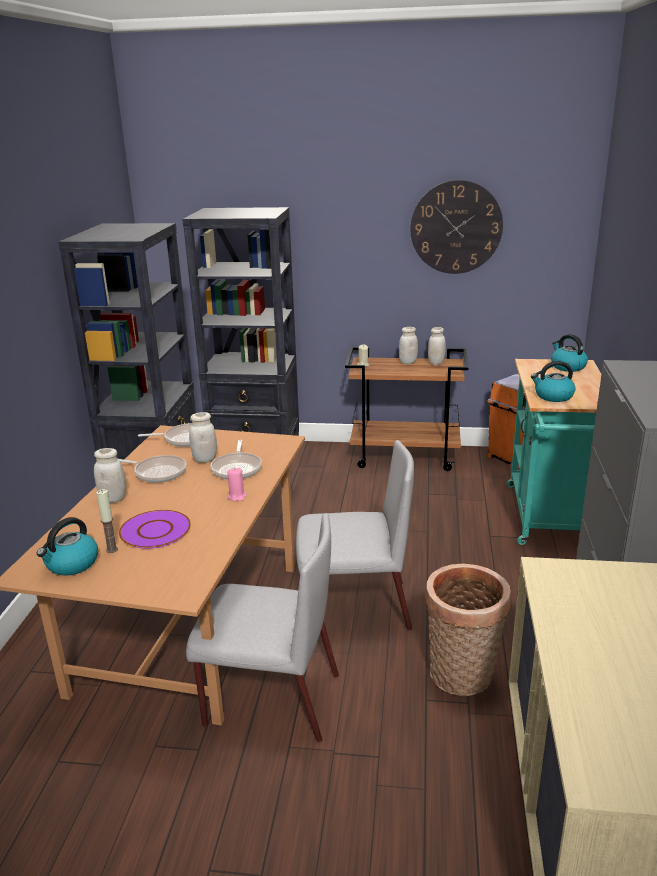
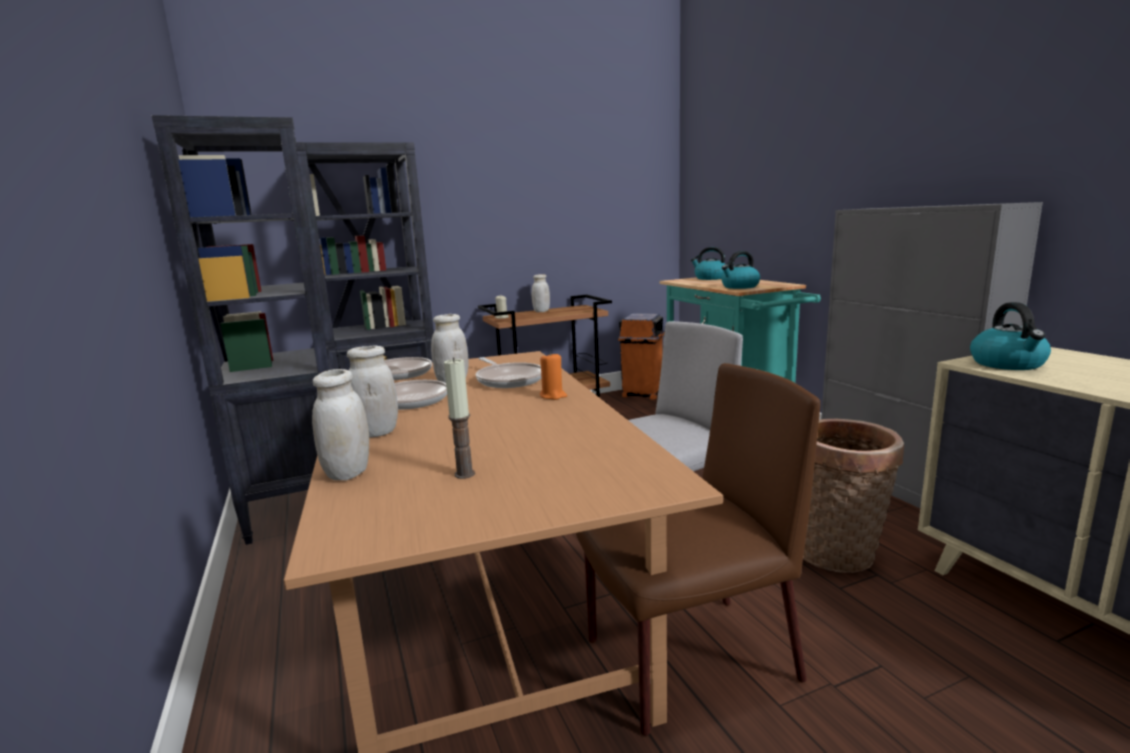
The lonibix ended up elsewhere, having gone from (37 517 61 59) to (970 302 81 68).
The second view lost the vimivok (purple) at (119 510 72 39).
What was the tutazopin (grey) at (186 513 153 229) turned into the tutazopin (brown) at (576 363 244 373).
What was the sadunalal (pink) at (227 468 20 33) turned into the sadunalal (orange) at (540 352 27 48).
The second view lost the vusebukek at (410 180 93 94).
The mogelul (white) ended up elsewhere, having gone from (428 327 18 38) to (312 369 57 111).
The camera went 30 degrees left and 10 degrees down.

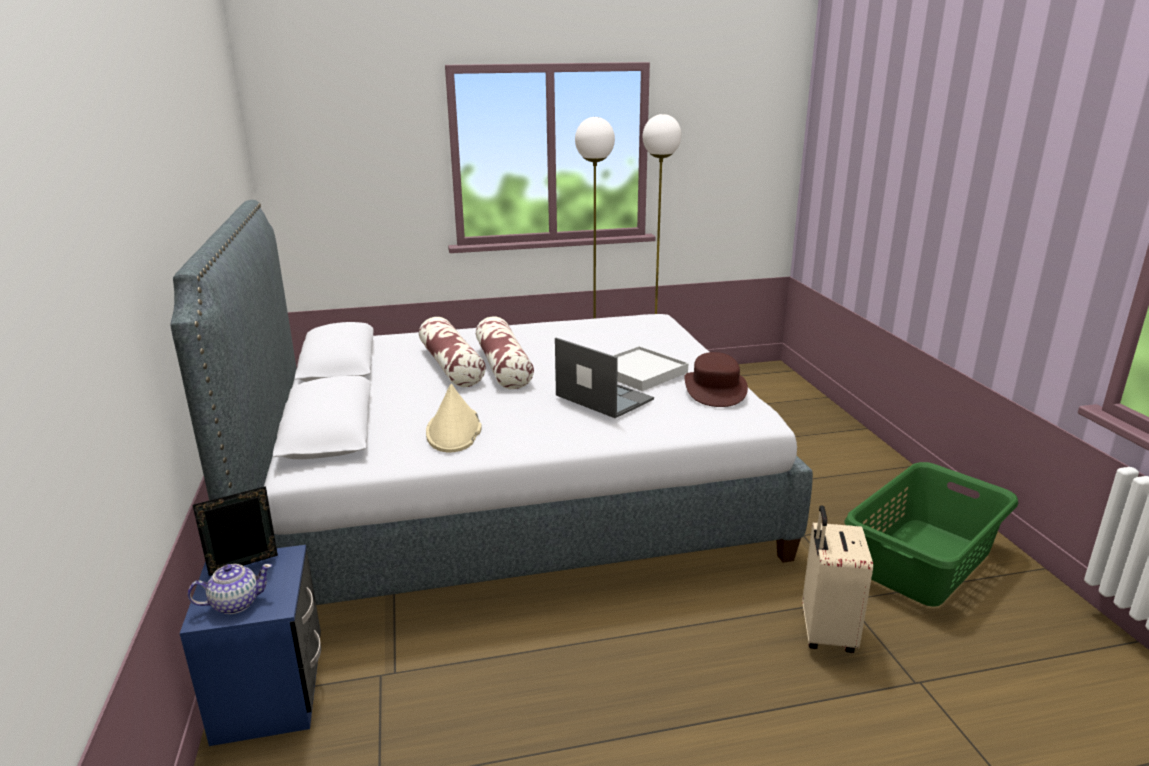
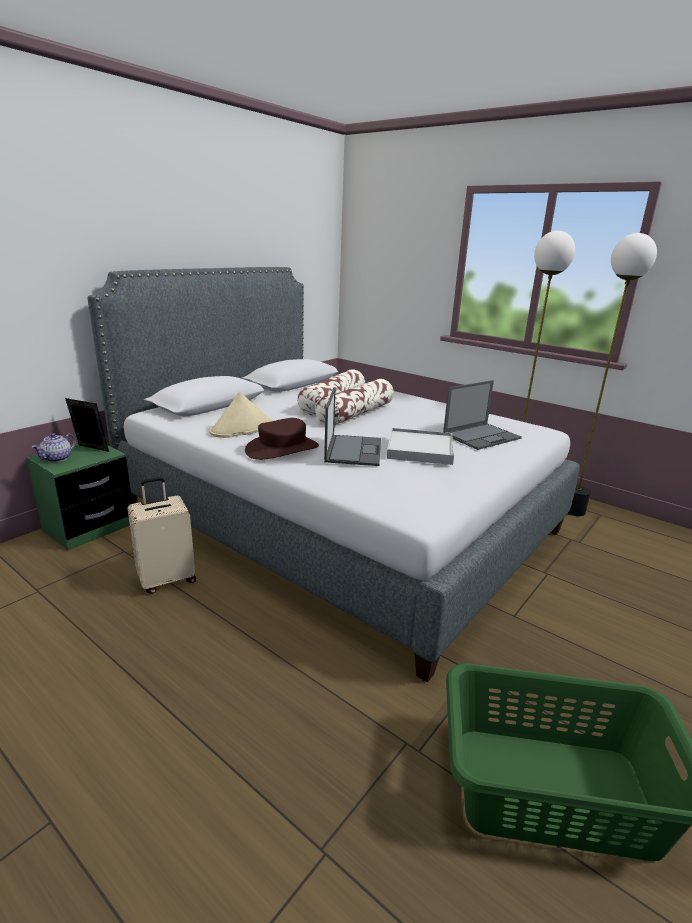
What was the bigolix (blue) at (180 545 141 201) turned into the bigolix (green) at (27 444 105 106).
The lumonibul at (188 564 84 50) ended up facing another way, 90 degrees clockwise from before.
The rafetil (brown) ended up elsewhere, having gone from (684 352 64 55) to (245 418 74 42).
The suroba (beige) ended up elsewhere, having gone from (802 505 71 148) to (127 477 69 117).
The second view gained the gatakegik at (443 380 79 70).
The camera went 50 degrees right and 0 degrees up.

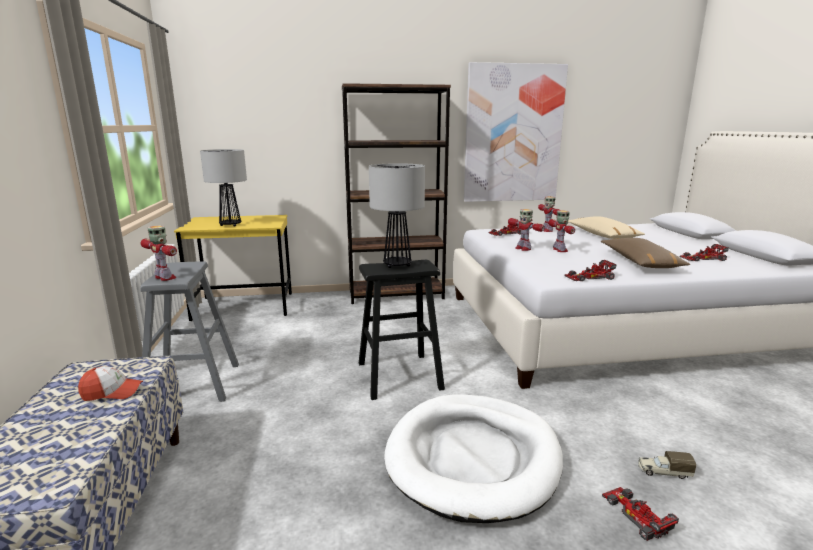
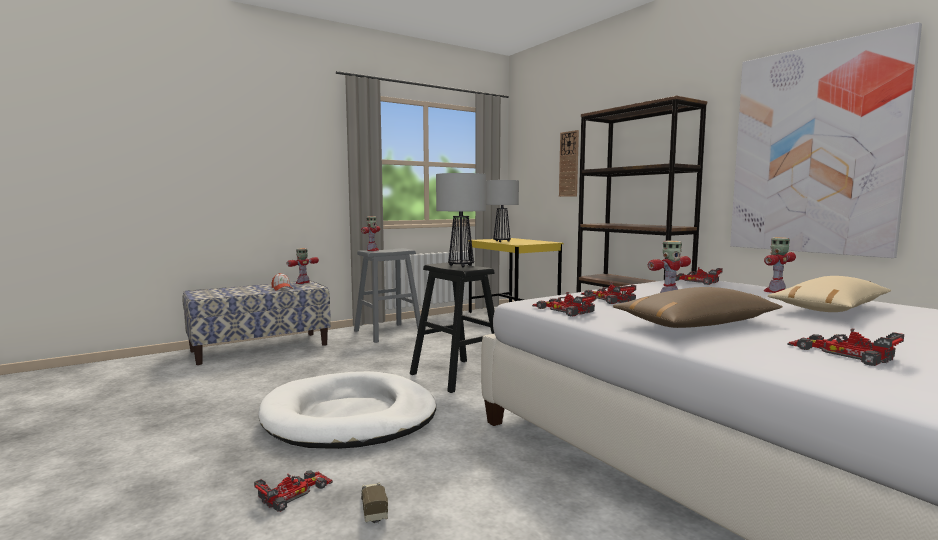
The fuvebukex ended up elsewhere, having gone from (508 209 37 42) to (287 248 32 36).
The second view gained the vusebukek at (559 130 20 67).
The second view gained the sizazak at (581 283 55 21).
The camera went 65 degrees right and 10 degrees down.

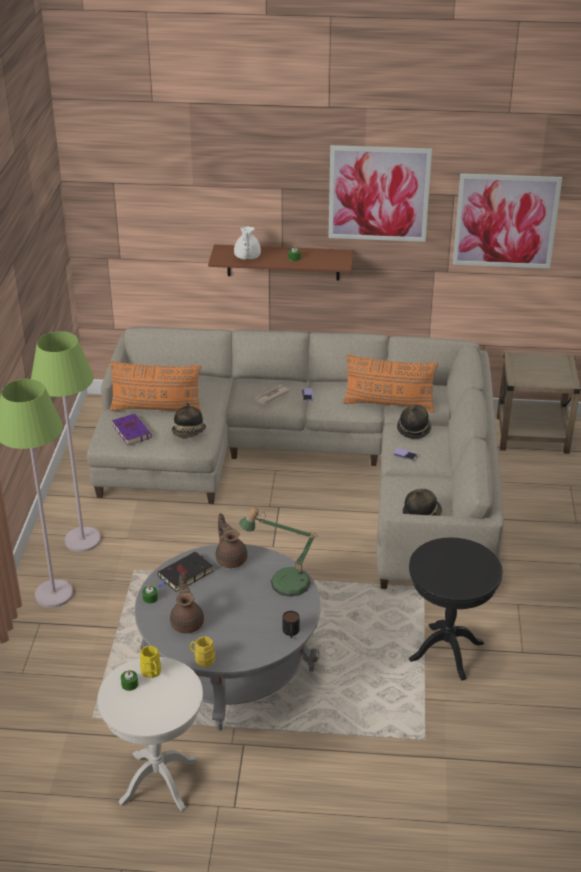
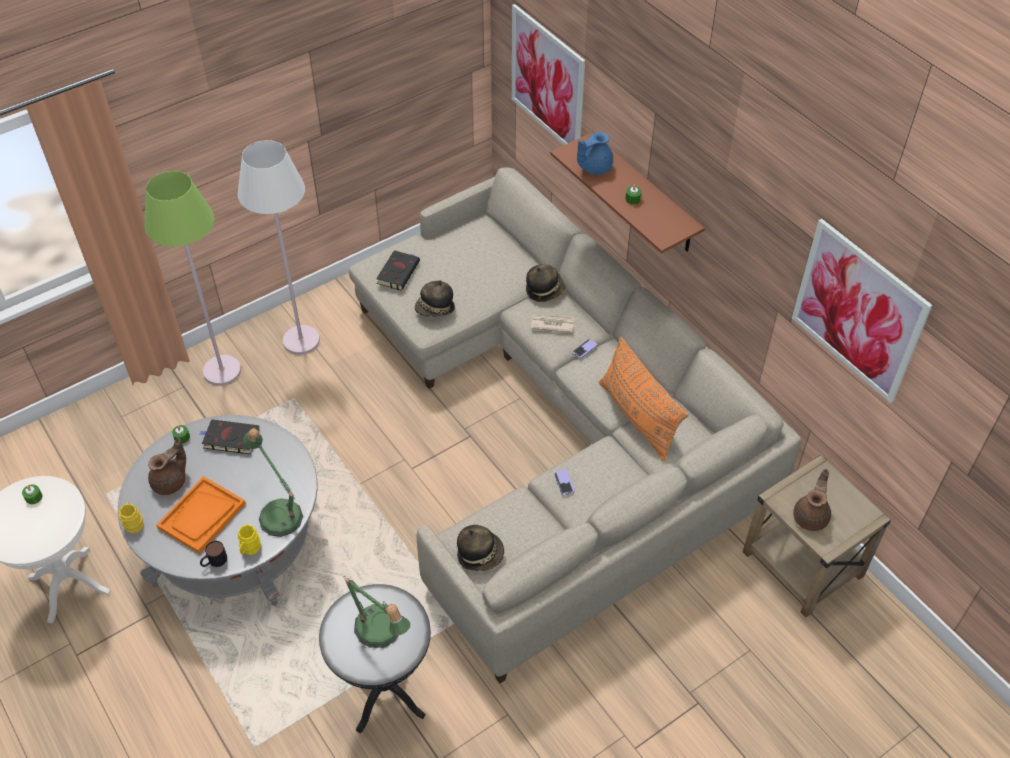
What was the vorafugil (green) at (31 331 70 221) turned into the vorafugil (white) at (238 140 82 215).
The second view lost the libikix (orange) at (109 361 93 53).
What was the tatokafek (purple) at (112 414 40 31) turned into the tatokafek (black) at (376 250 44 41).
The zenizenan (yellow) ended up elsewhere, having gone from (140 646 21 32) to (238 525 23 30).
The lumonibul (brown) ended up elsewhere, having gone from (216 513 32 55) to (793 469 38 62).
What was the lumonibul (white) at (234 226 27 34) turned into the lumonibul (blue) at (577 132 36 43).
The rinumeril ended up elsewhere, having gone from (328 145 104 97) to (512 4 73 141).
The rafetil ended up elsewhere, having gone from (397 405 35 34) to (526 264 39 38).
The second view gained the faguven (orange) at (157 476 89 78).
The second view gained the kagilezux at (344 576 67 72).
The camera went 50 degrees right and 15 degrees up.

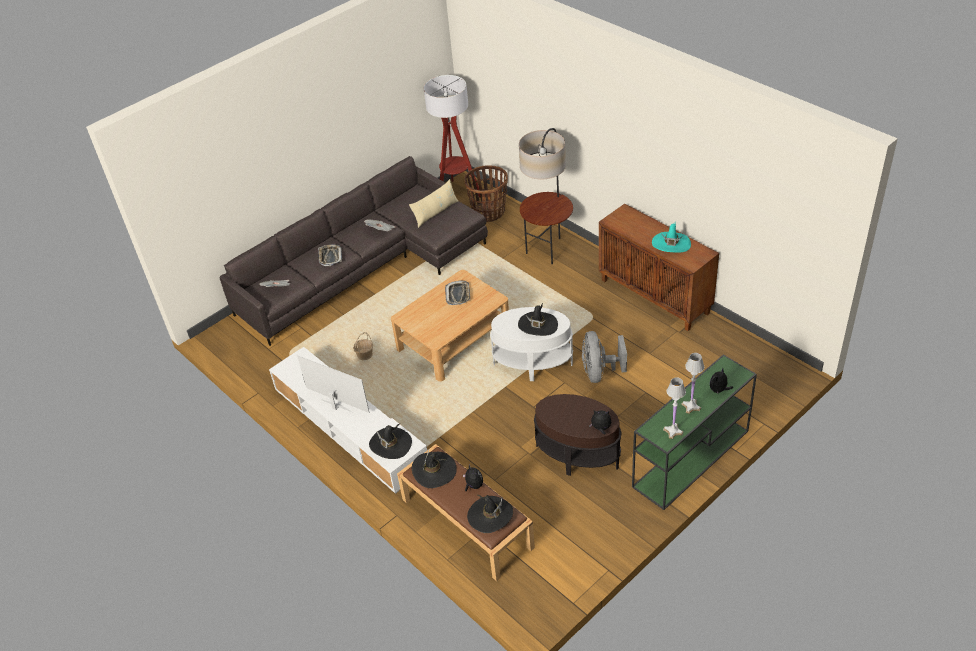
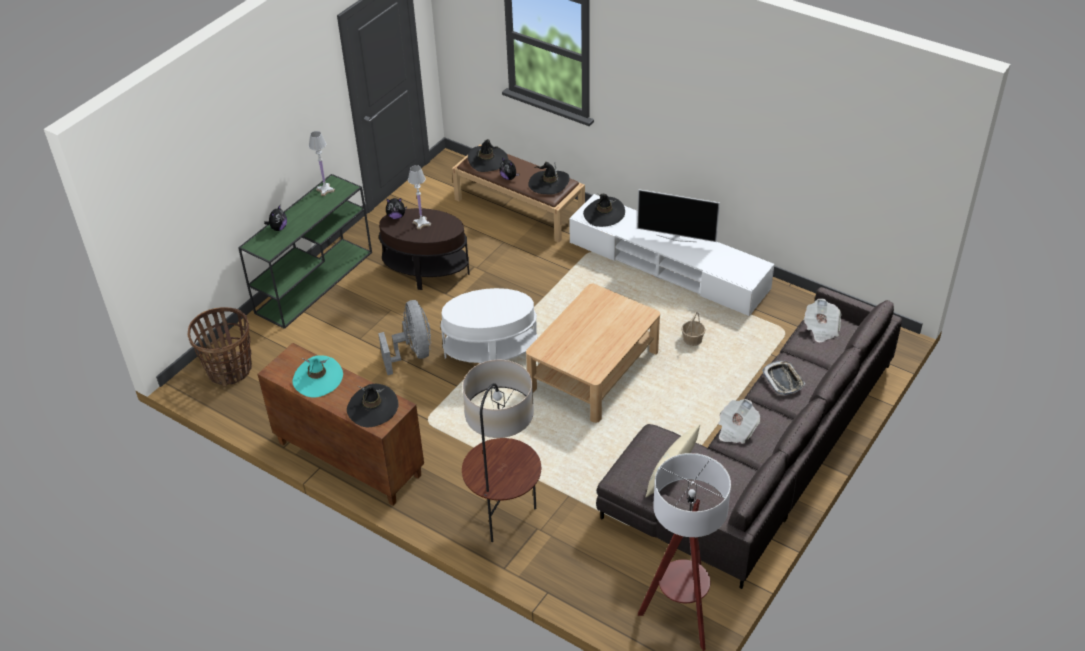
The second view lost the faguven at (445 280 25 25).
The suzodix ended up elsewhere, having gone from (464 165 44 57) to (188 307 64 79).
The rafetil (black) ended up elsewhere, having gone from (518 303 40 33) to (347 384 52 43).
The kagilezux (white) ended up elsewhere, having gone from (681 353 24 61) to (408 165 23 65).
The camera went 165 degrees right and 0 degrees up.

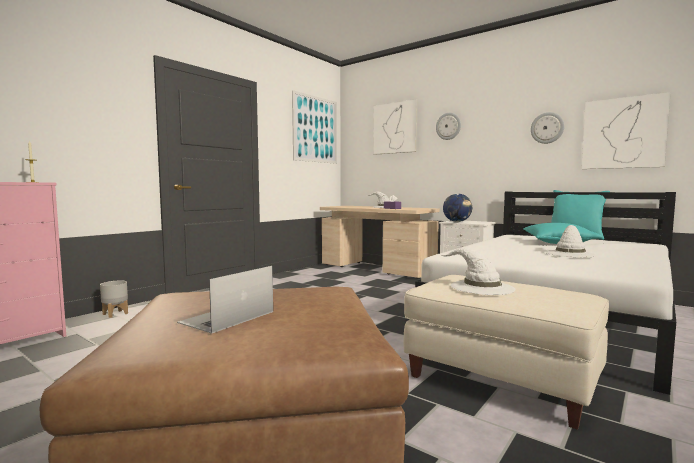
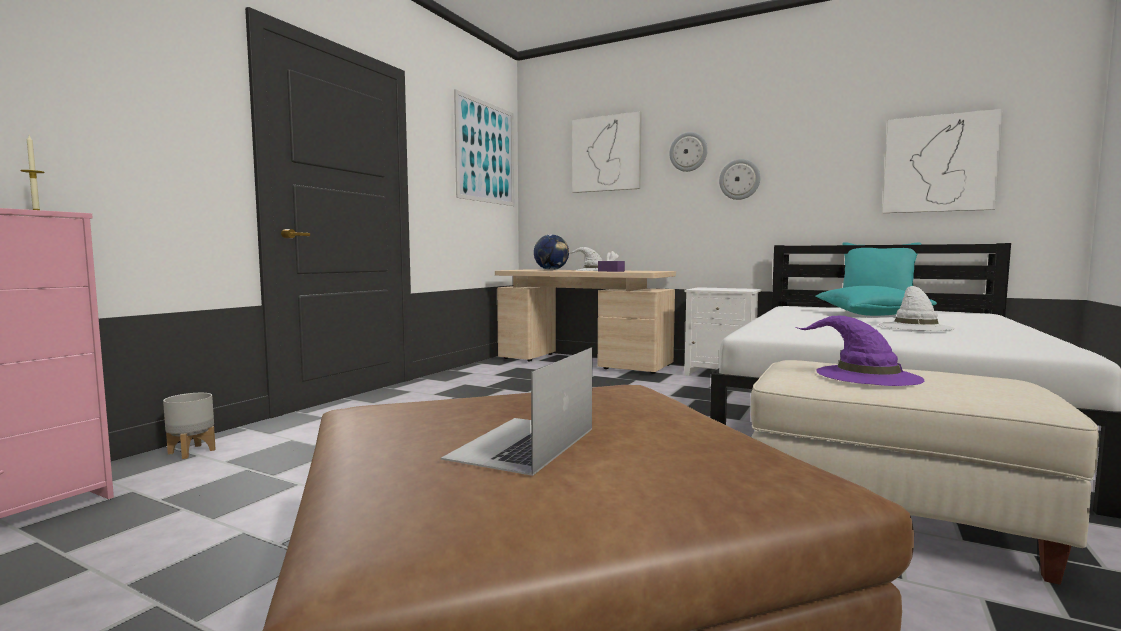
What was the rafetil (white) at (440 248 76 47) turned into the rafetil (purple) at (796 315 128 71).
The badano ended up elsewhere, having gone from (443 194 29 28) to (534 234 35 36).
The vusebukek ended up elsewhere, having gone from (531 112 33 32) to (719 159 41 41).
The camera went 10 degrees left and 0 degrees up.

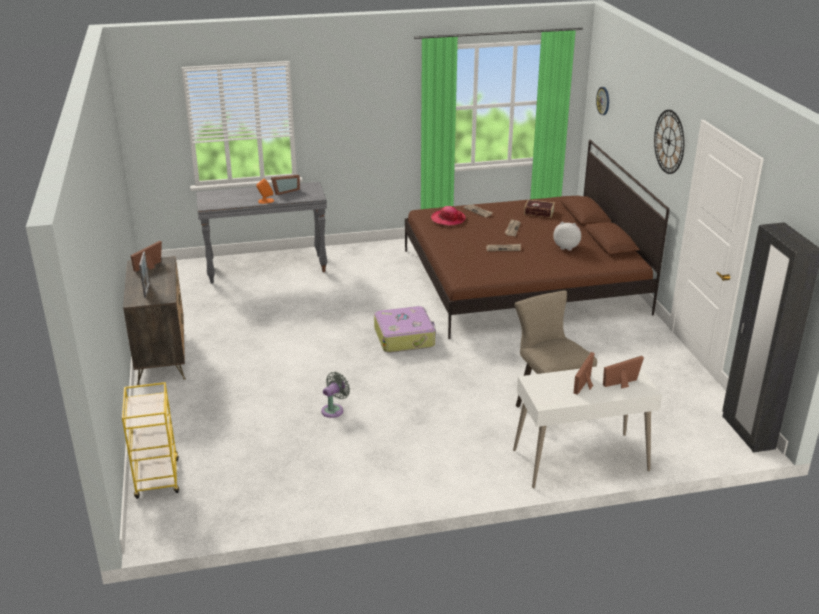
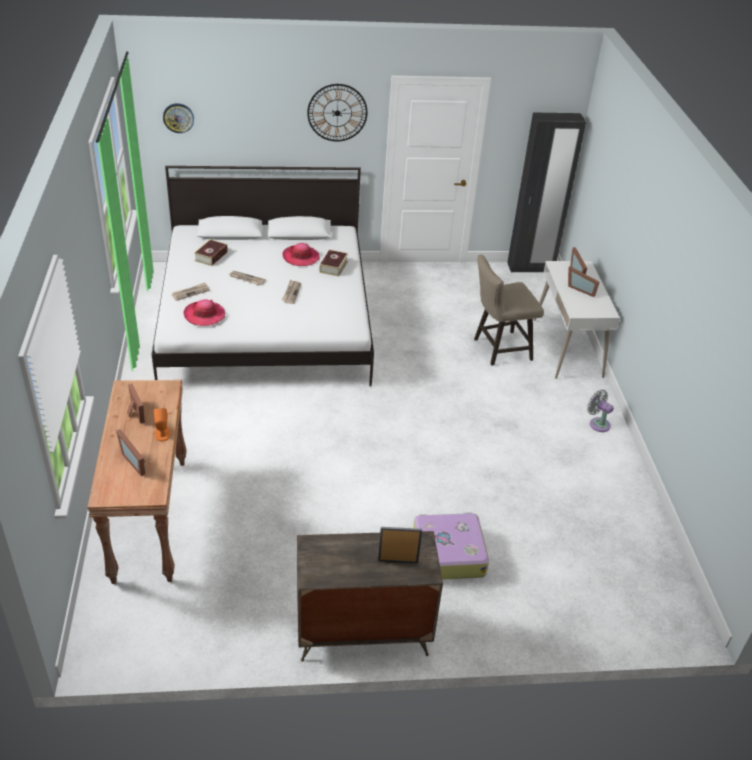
The second view lost the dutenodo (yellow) at (122 382 57 117).
The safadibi ended up elsewhere, having gone from (130 240 32 32) to (116 429 29 47).
What was the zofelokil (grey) at (196 182 132 102) turned into the zofelokil (brown) at (87 380 100 204).
The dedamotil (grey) ended up elsewhere, having gone from (321 372 29 46) to (587 390 27 42).
The suroba ended up elsewhere, having gone from (374 306 62 47) to (413 512 76 68).
What was the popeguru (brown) at (405 140 265 199) turned into the popeguru (white) at (151 166 223 221).
Where the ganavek stood at (553 221 28 30), the rafetil came to stand at (282 243 38 23).
The second view gained the tatokafek at (319 250 29 27).
The camera went 85 degrees left and 10 degrees up.

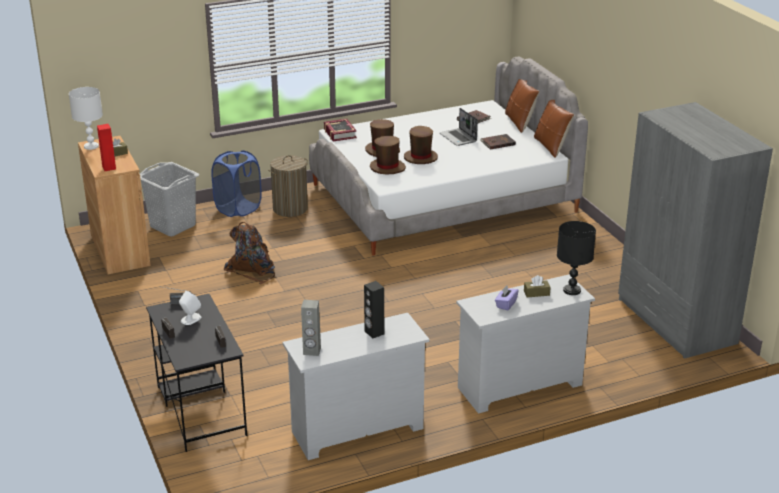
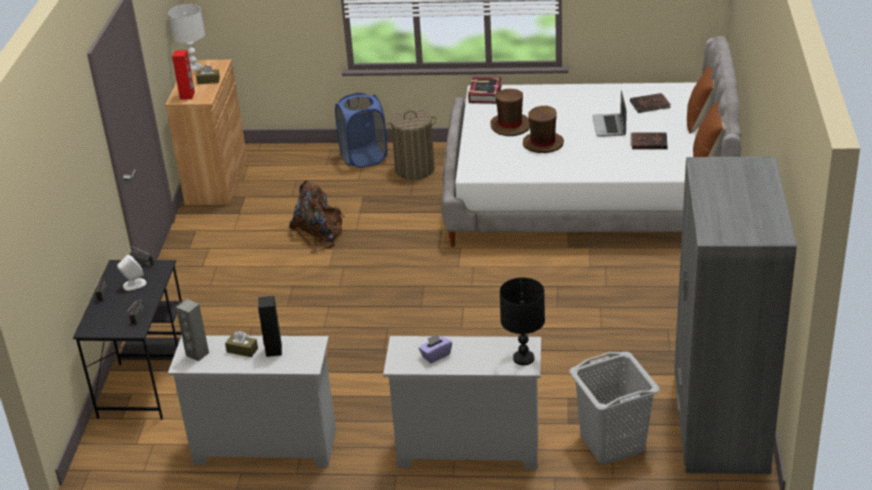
The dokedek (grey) ended up elsewhere, having gone from (140 162 59 75) to (570 352 90 112).
The second view lost the rafetil (brown) at (370 136 36 39).
The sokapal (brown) ended up elsewhere, having gone from (524 275 27 22) to (225 331 33 26).
The camera went 30 degrees right and 5 degrees up.

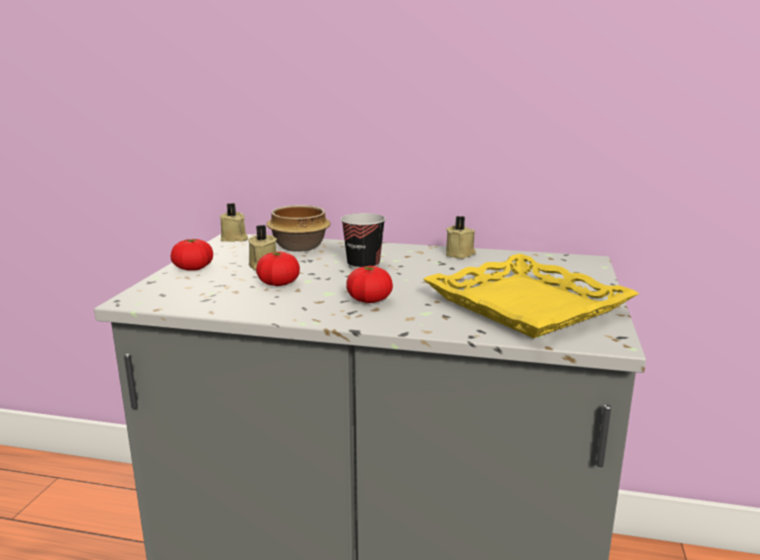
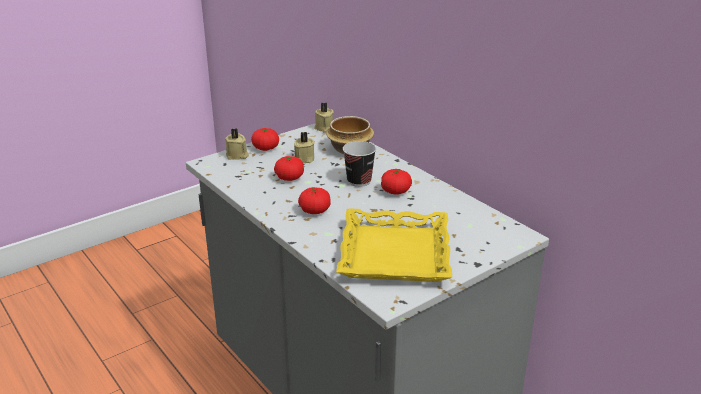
The sadunalal (beige) ended up elsewhere, having gone from (446 216 30 43) to (225 128 24 32).
The second view gained the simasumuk at (381 169 31 26).
The camera went 40 degrees right and 10 degrees up.

